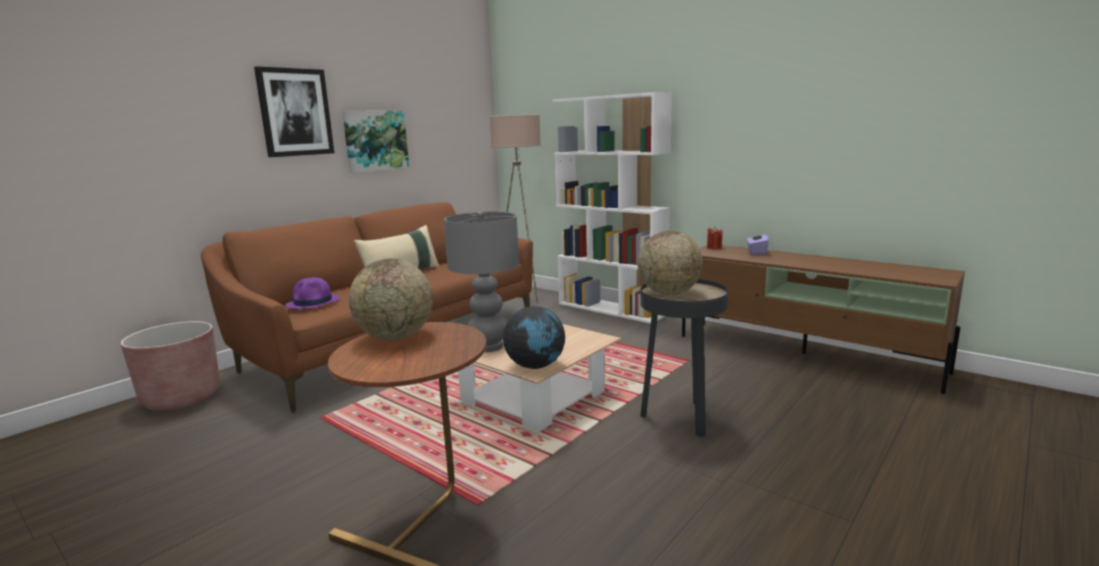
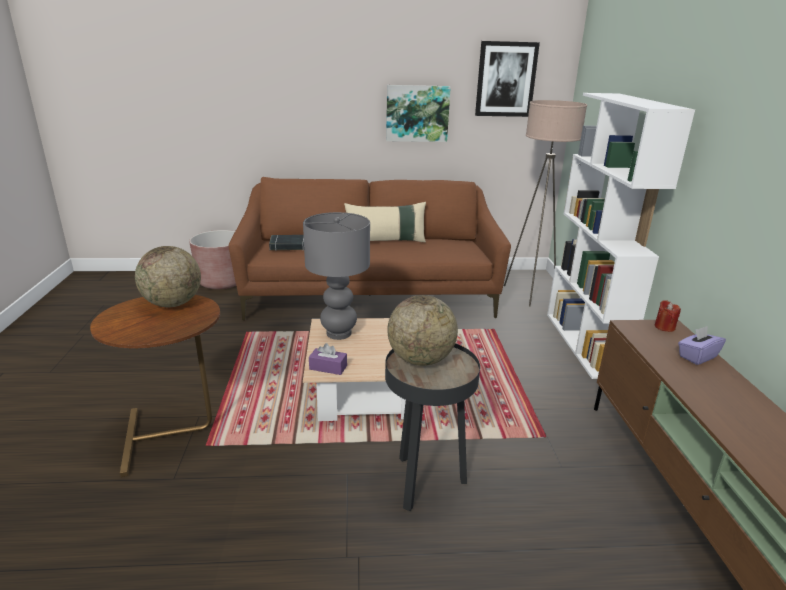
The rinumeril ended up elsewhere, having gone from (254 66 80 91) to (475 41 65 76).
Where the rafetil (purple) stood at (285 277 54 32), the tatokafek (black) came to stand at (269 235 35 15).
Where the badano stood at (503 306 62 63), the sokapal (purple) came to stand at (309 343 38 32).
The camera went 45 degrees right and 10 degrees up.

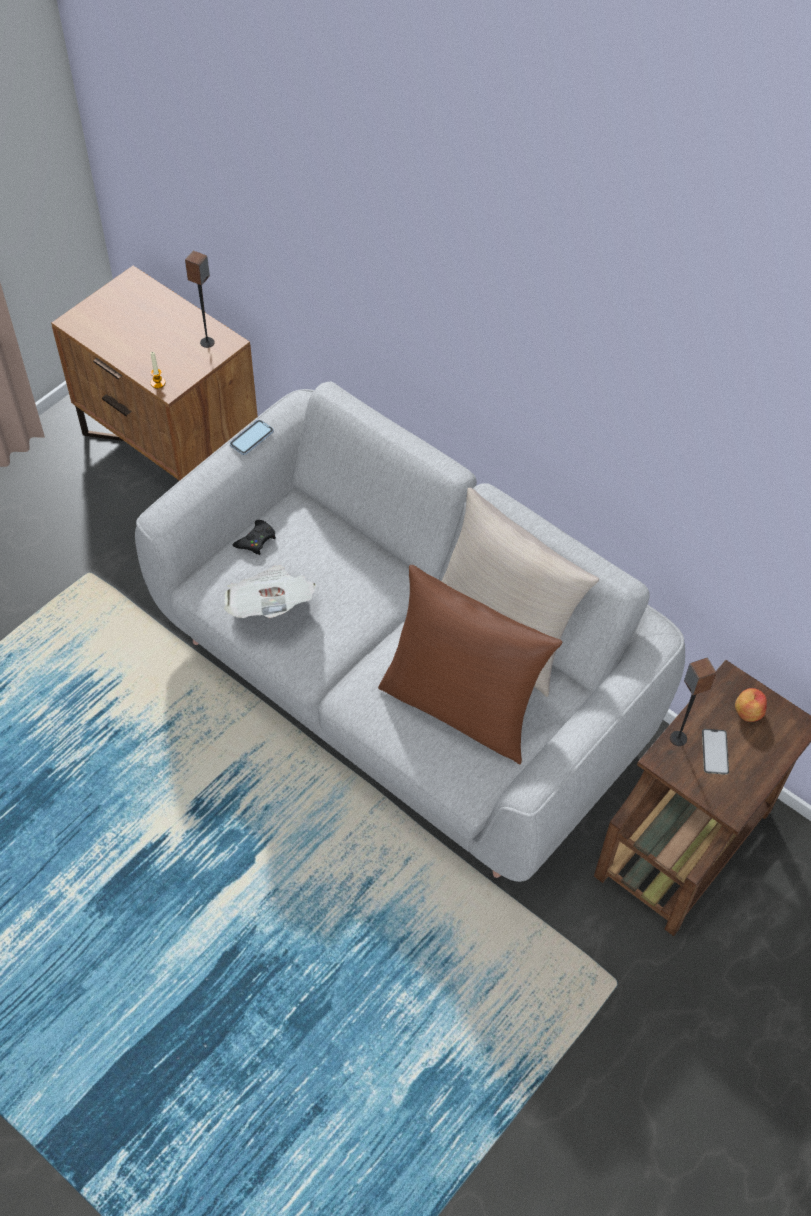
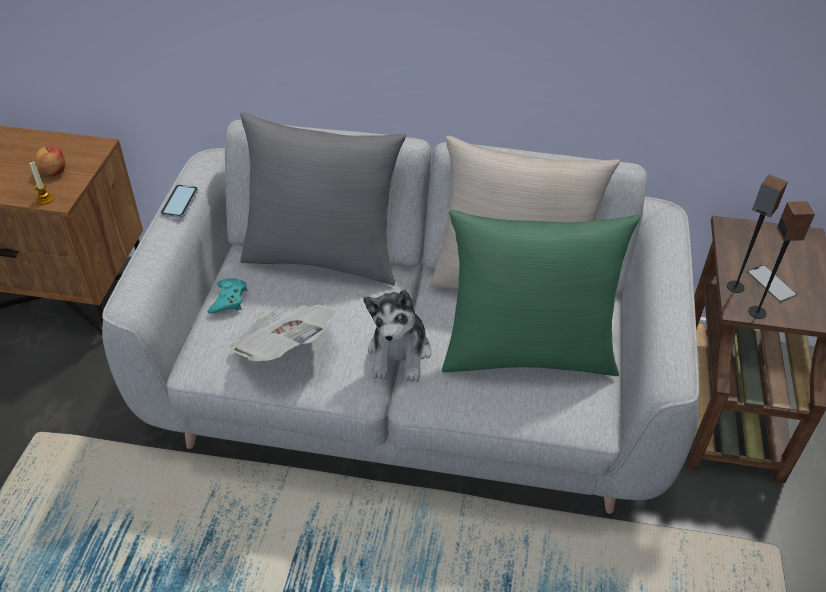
The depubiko ended up elsewhere, having gone from (185 251 30 97) to (748 201 67 118).
What was the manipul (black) at (232 520 44 35) turned into the manipul (turquoise) at (207 278 40 36).
What was the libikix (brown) at (378 565 184 199) turned into the libikix (green) at (442 210 198 166).
The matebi ended up elsewhere, having gone from (735 688 32 34) to (35 145 30 31).
The second view gained the libikix (grey) at (240 113 166 173).
The second view gained the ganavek at (364 289 67 93).
The camera went 30 degrees left and 10 degrees down.

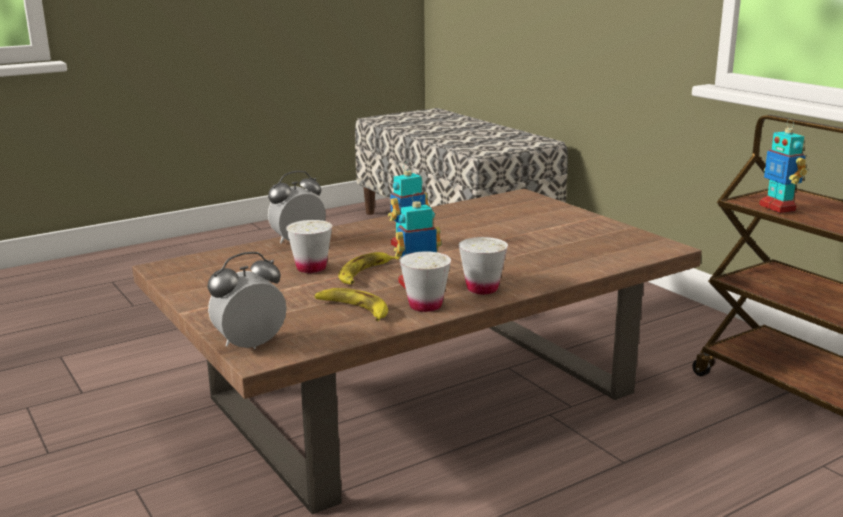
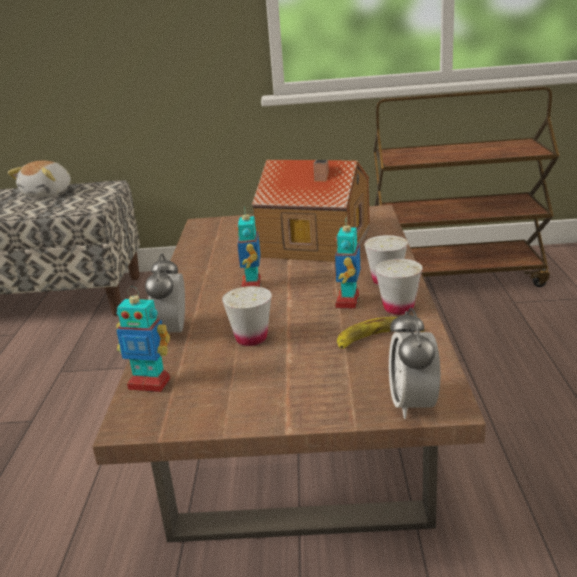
The second view lost the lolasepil at (338 252 61 32).
The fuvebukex ended up elsewhere, having gone from (759 119 48 94) to (116 287 54 105).
The second view gained the ganavek at (8 161 63 36).
The second view gained the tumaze at (252 160 118 102).
The camera went 55 degrees left and 5 degrees up.

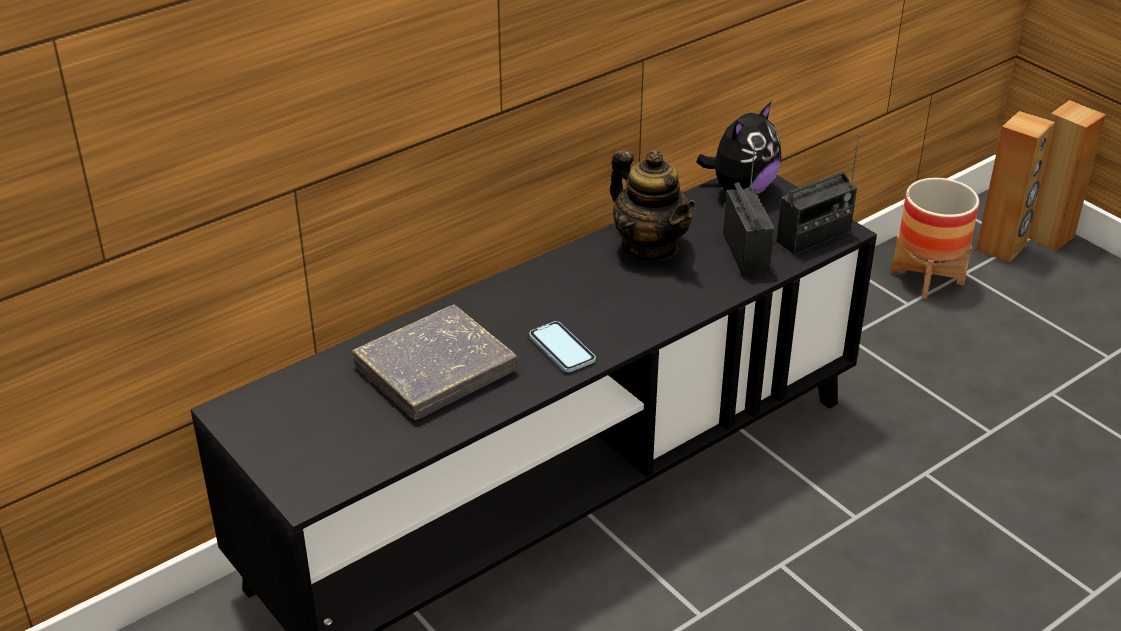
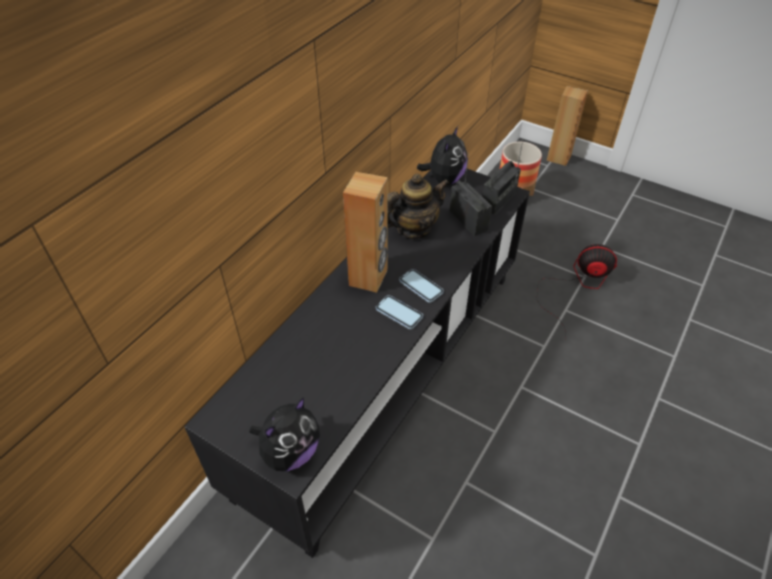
The second view lost the tatokafek (grey) at (352 305 166 115).
The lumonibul at (610 149 86 112) ended up facing another way, 60 degrees counterclockwise from before.
The depubiko (brown) ended up elsewhere, having gone from (976 111 79 152) to (343 172 45 121).
The second view gained the ganavek at (249 397 71 74).
The second view gained the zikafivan at (399 269 45 34).
The second view gained the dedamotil at (537 244 80 96).
The camera went 20 degrees left and 10 degrees up.

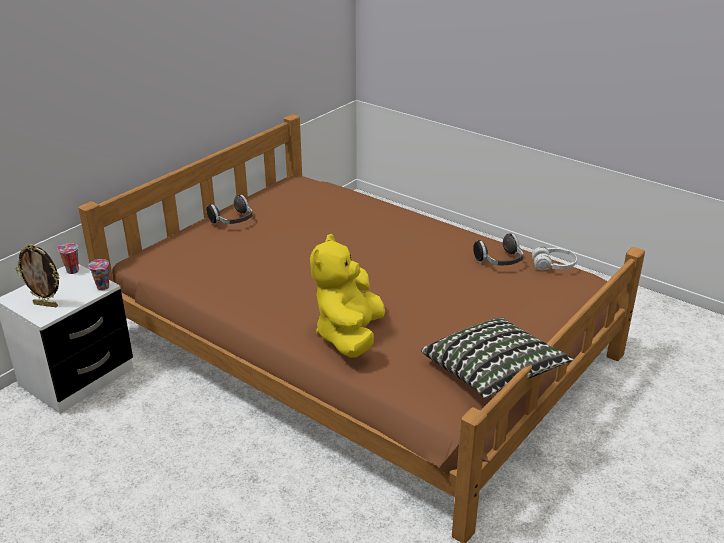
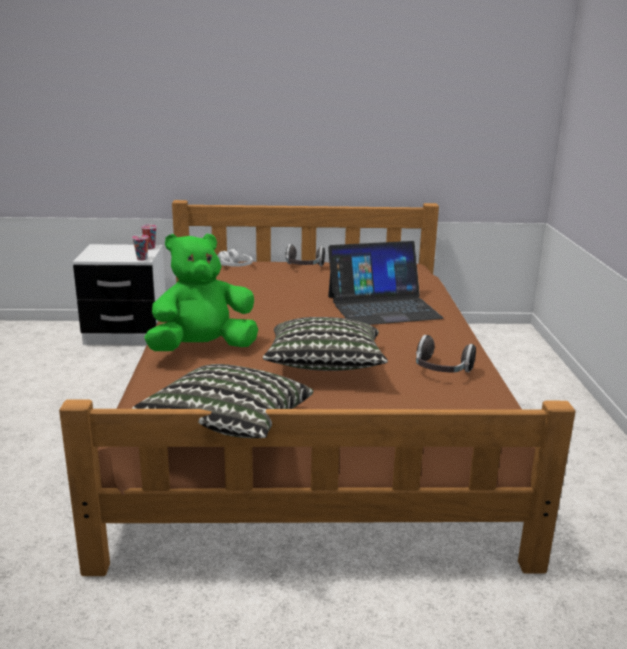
The second view lost the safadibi at (16 244 44 63).
What was the ganavek (yellow) at (310 234 75 124) turned into the ganavek (green) at (144 234 114 117).
The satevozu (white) ended up elsewhere, having gone from (532 246 45 25) to (218 249 35 18).
The second view gained the libikix at (263 317 125 54).
The second view gained the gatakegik at (328 241 116 84).
The camera went 50 degrees right and 10 degrees down.

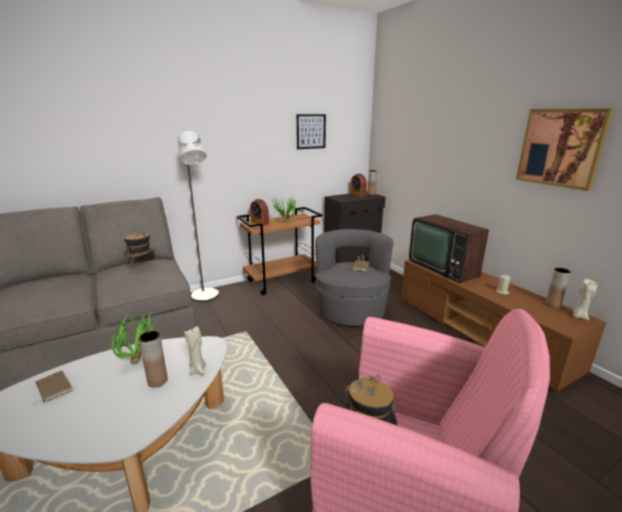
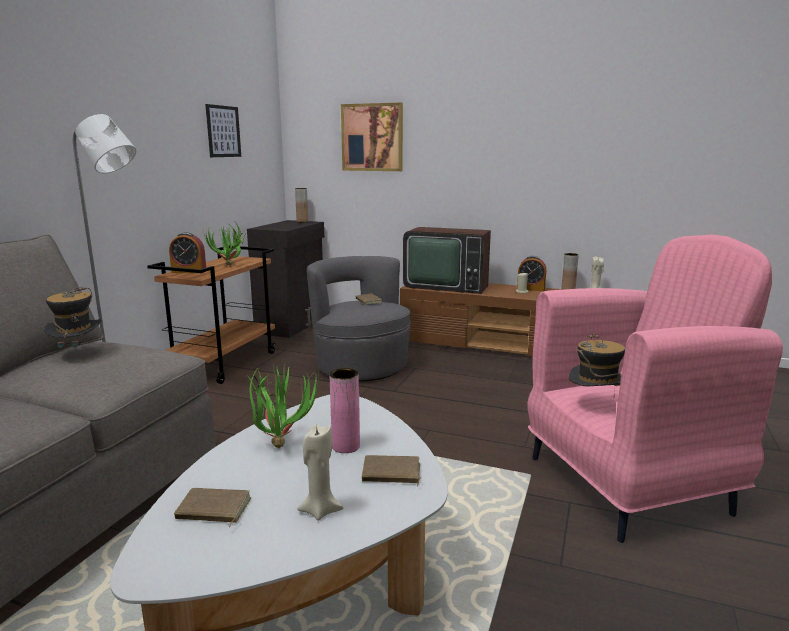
What was the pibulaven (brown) at (139 331 29 56) turned into the pibulaven (pink) at (330 368 30 85).
The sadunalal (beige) ended up elsewhere, having gone from (184 326 22 49) to (297 424 46 97).
The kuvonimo ended up elsewhere, having gone from (350 173 17 24) to (517 256 29 35).
The rinumeril ended up elsewhere, having gone from (516 109 97 82) to (341 103 62 68).
The second view gained the tatokafek (brown) at (362 455 59 31).
The camera went 40 degrees left and 5 degrees down.

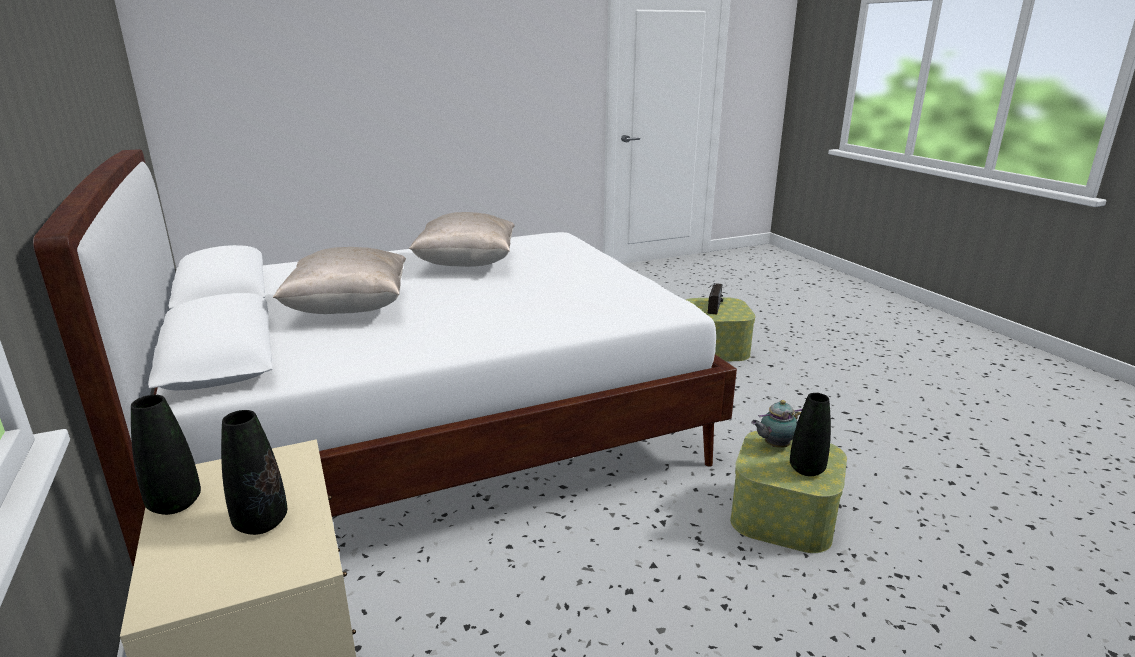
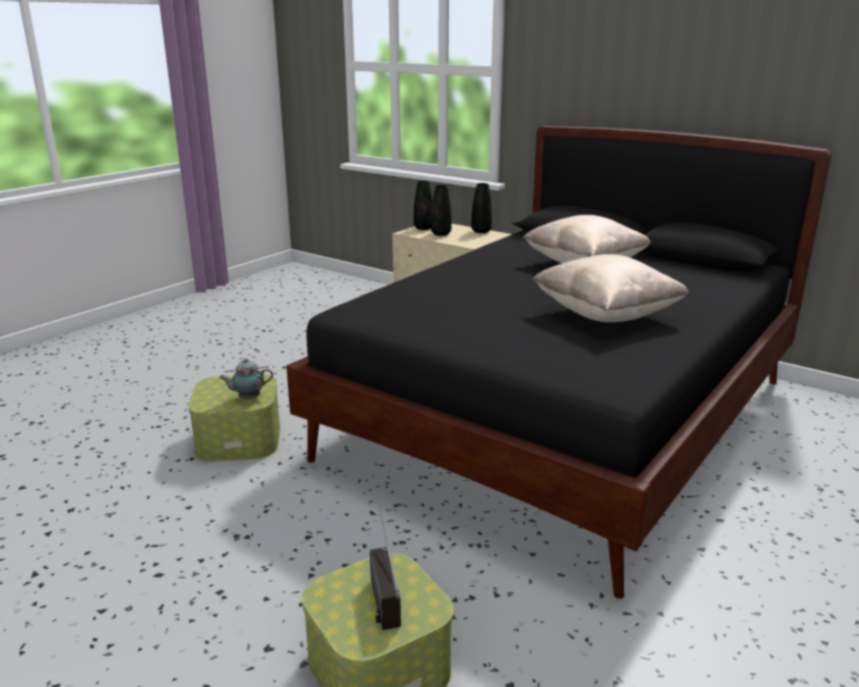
What was the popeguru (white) at (33 149 704 417) turned into the popeguru (black) at (286 126 545 473).
The lumonibul at (751 400 51 48) ended up facing another way, 150 degrees counterclockwise from before.
The pibulaven (black) ended up elsewhere, having gone from (790 393 41 83) to (413 181 20 49).
The camera went 150 degrees right and 0 degrees up.

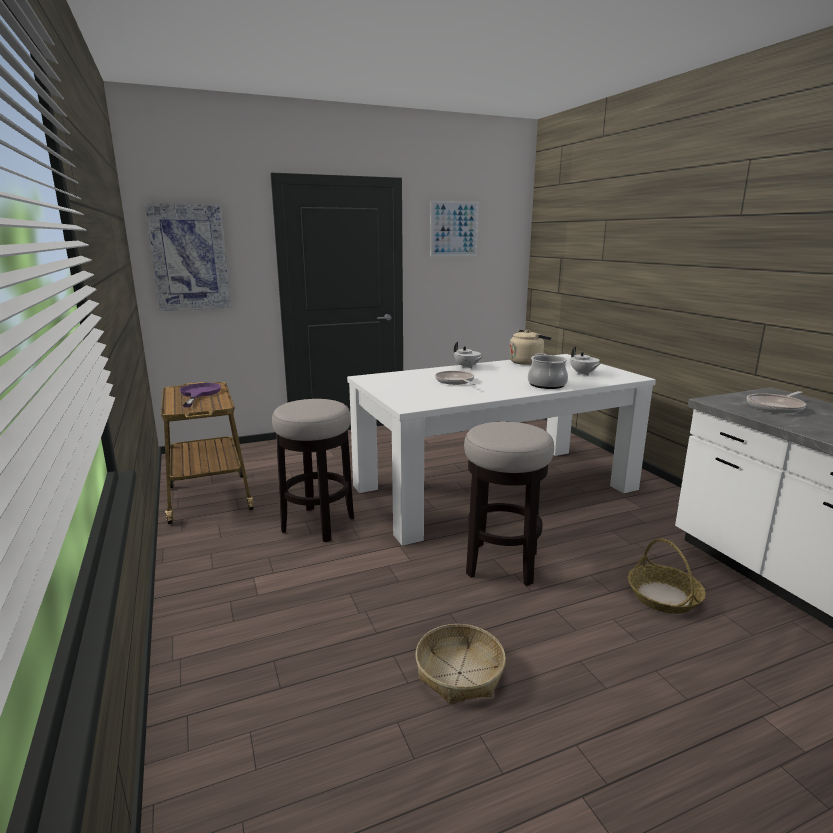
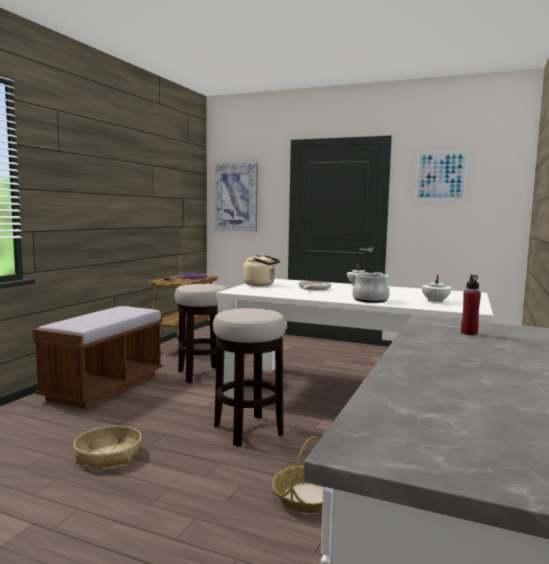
The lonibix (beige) ended up elsewhere, having gone from (509 330 43 35) to (243 254 37 32).
Where the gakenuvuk stood at (747 391 59 22), the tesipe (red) came to stand at (461 274 20 61).
The second view gained the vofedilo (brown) at (33 306 130 103).
The camera went 45 degrees right and 10 degrees down.

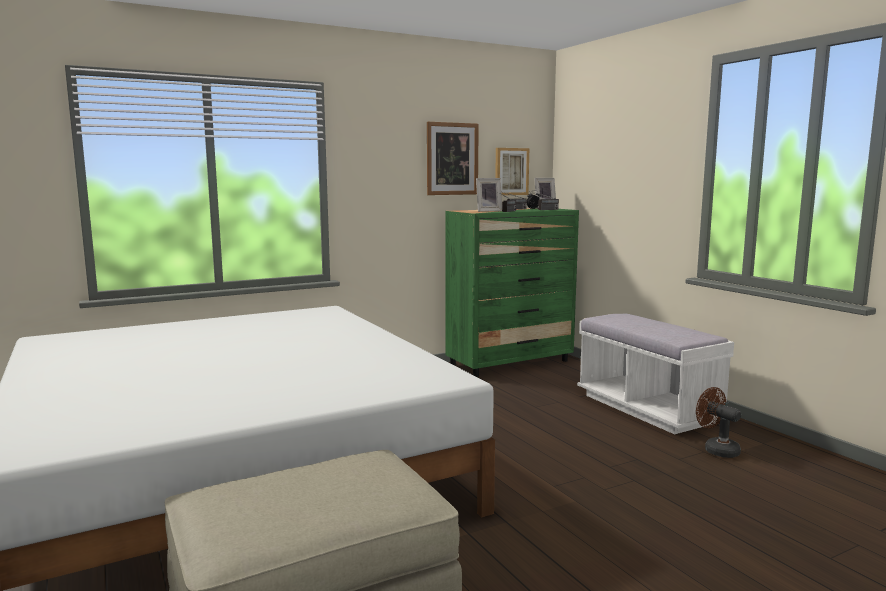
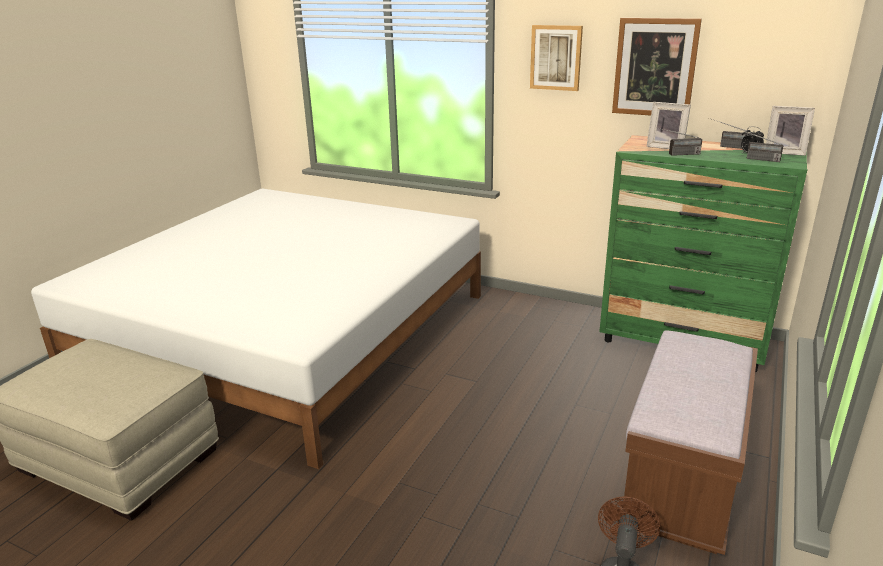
The rinumeril ended up elsewhere, having gone from (495 148 34 47) to (530 25 53 66).
What was the vofedilo (white) at (577 314 157 120) turned into the vofedilo (brown) at (617 330 141 225).
The camera went 55 degrees right and 15 degrees up.

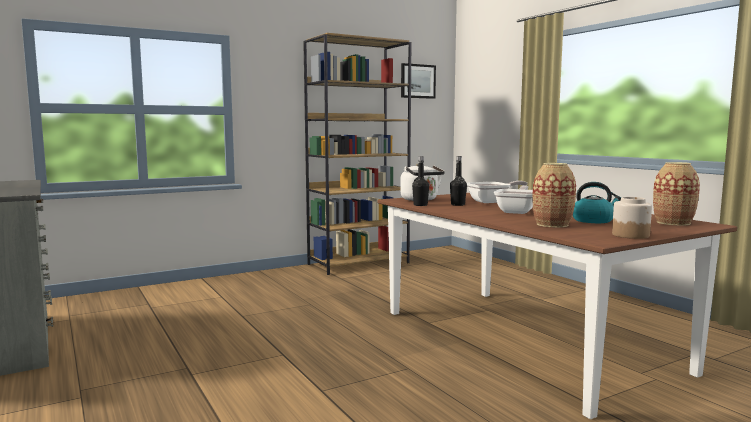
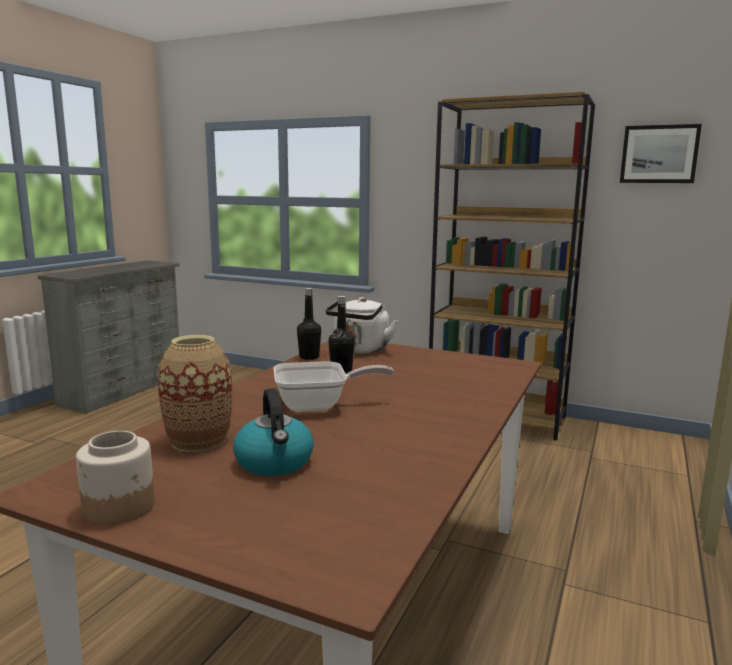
The second view lost the gakenuvuk at (467 181 61 22).
The second view lost the pibulaven at (653 162 47 64).
The camera went 55 degrees right and 5 degrees up.

